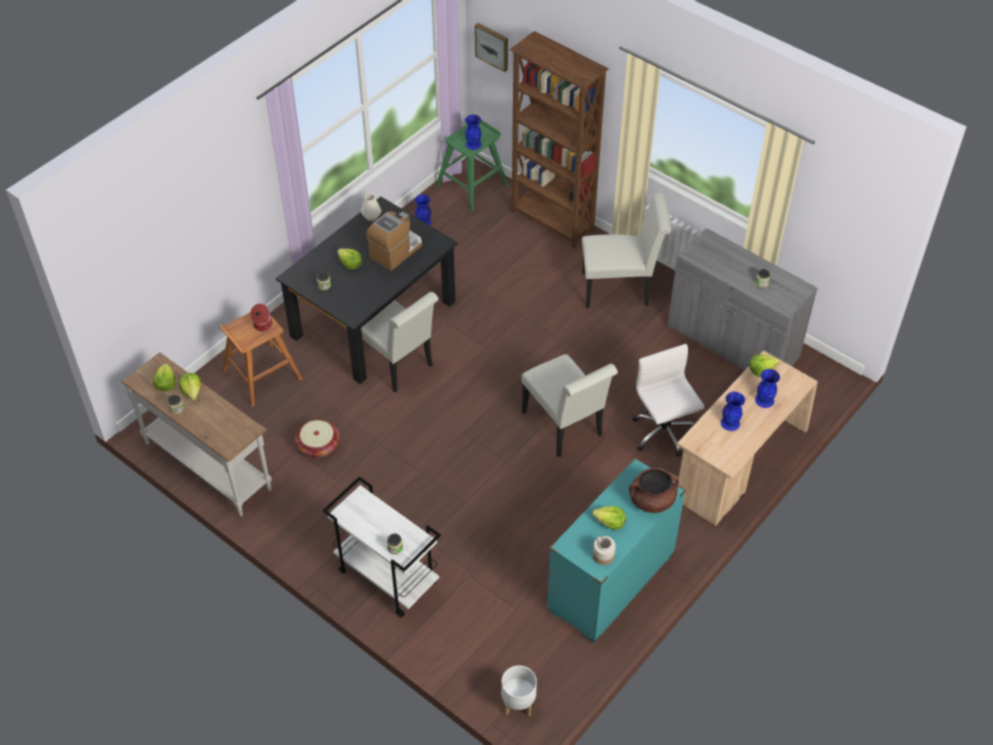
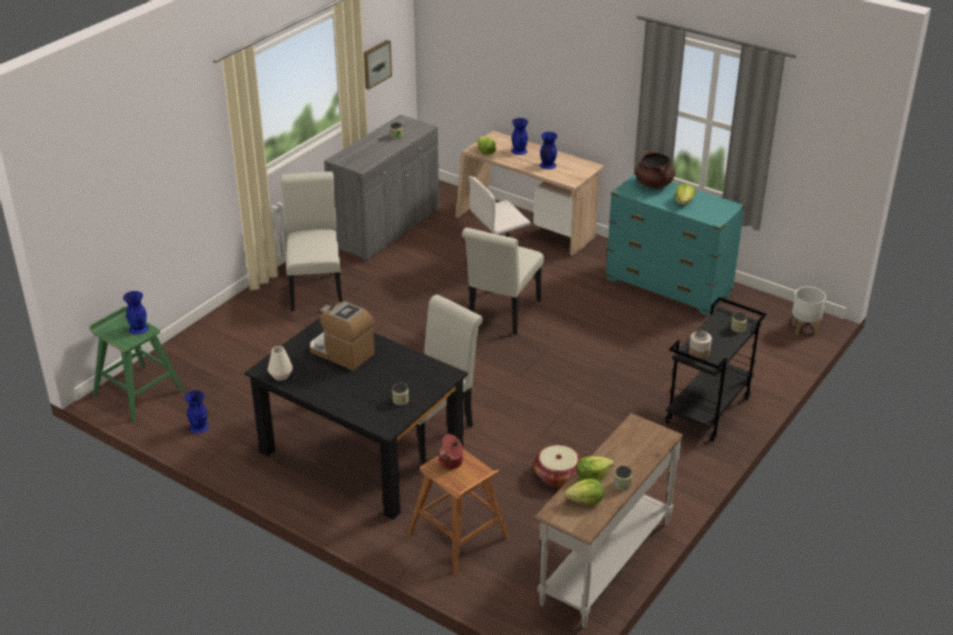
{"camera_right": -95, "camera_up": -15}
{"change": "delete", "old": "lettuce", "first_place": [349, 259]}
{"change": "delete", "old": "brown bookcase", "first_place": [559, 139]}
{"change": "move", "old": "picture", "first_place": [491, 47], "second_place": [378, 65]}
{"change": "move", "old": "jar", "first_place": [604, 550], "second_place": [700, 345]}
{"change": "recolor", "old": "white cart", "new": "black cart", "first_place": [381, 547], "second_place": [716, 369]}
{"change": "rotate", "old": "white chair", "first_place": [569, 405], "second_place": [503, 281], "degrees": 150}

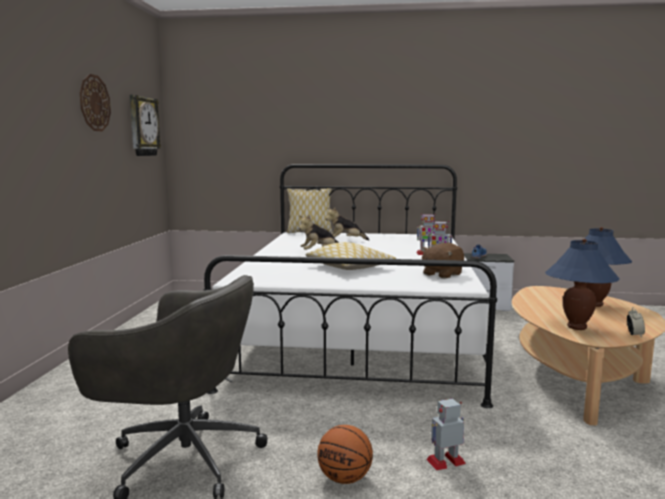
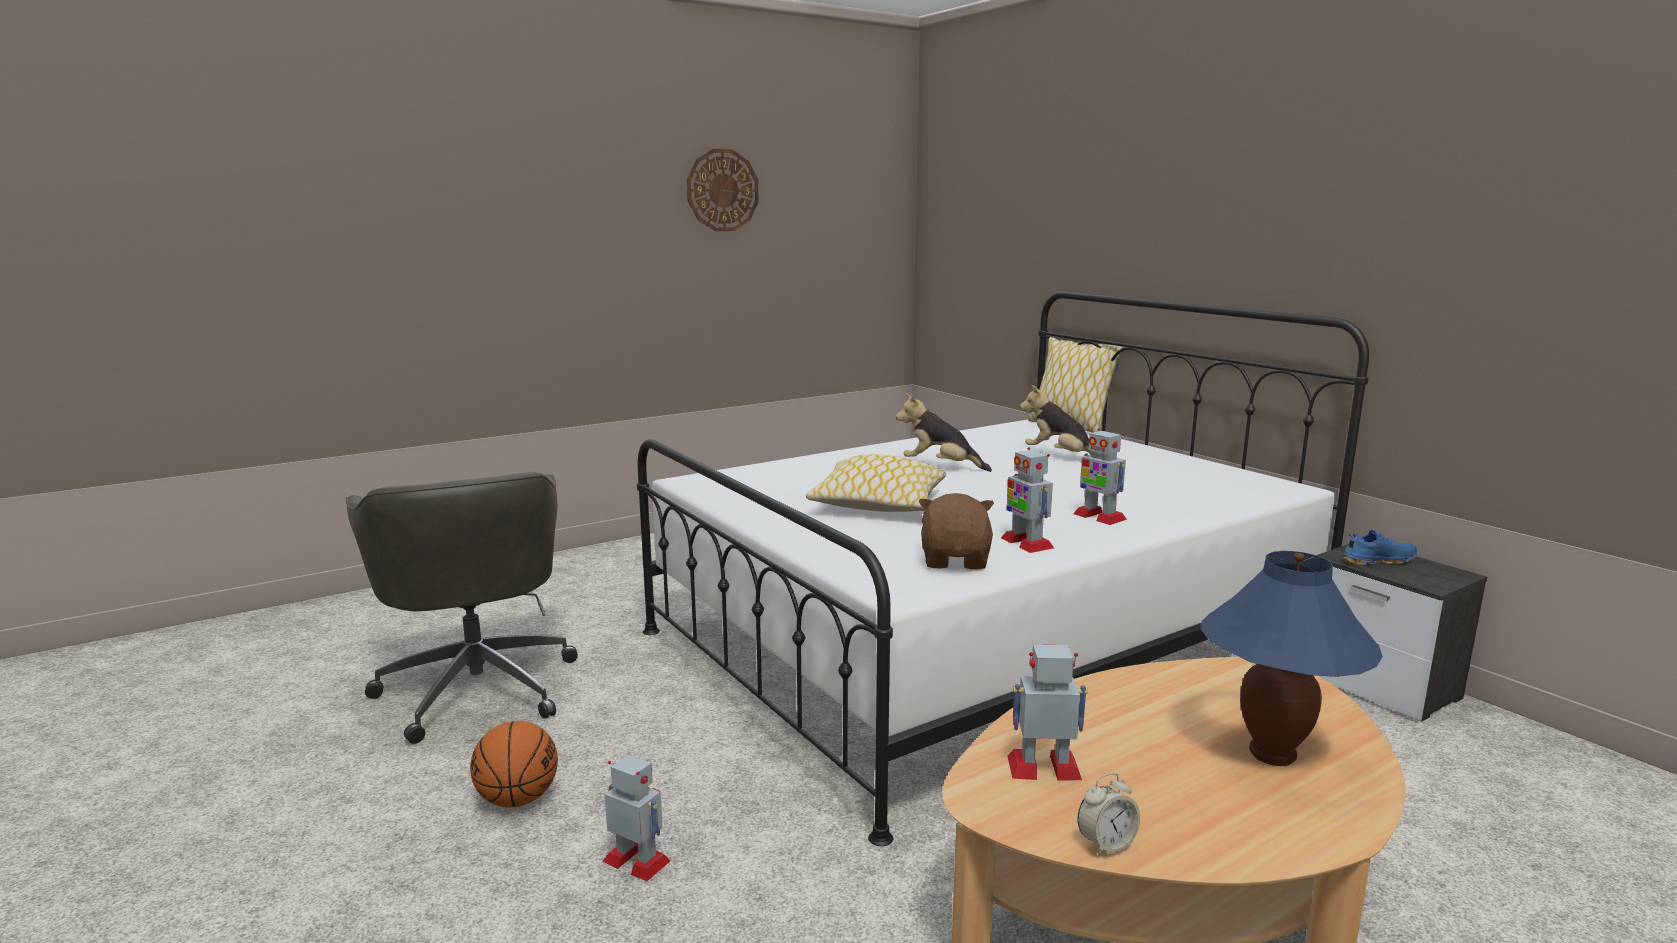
{"camera_right": 50, "camera_up": 5}
{"change": "delete", "old": "wall clock", "first_place": [145, 125]}
{"change": "replace", "old": "blue table lamp", "new": "toy robot", "first_place": [582, 284], "second_place": [1047, 712]}
{"change": "rotate", "old": "brown plush toy", "first_place": [442, 261], "second_place": [956, 531], "degrees": 90}

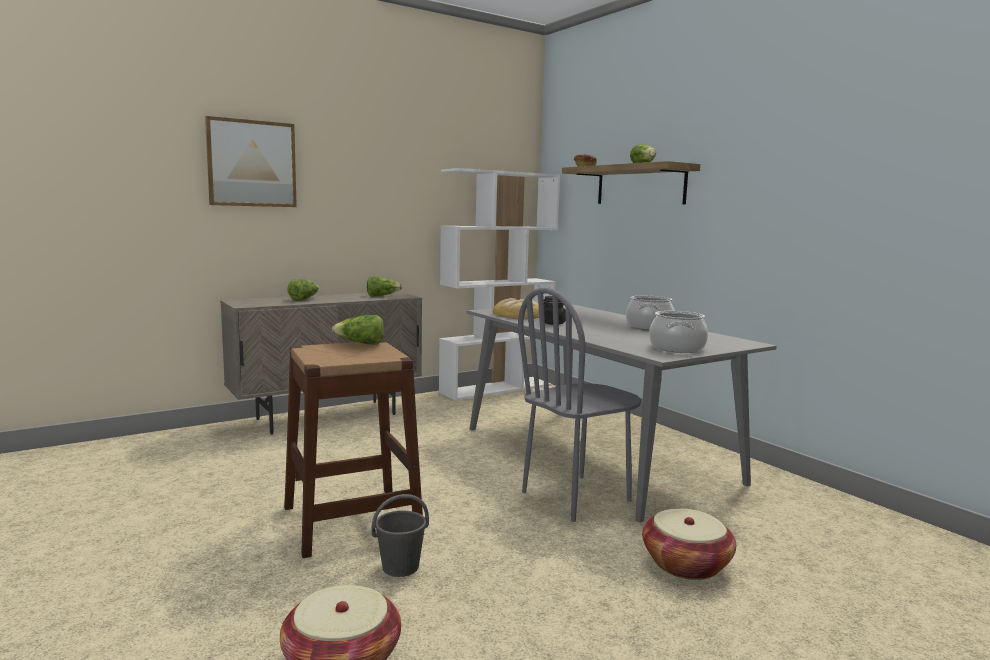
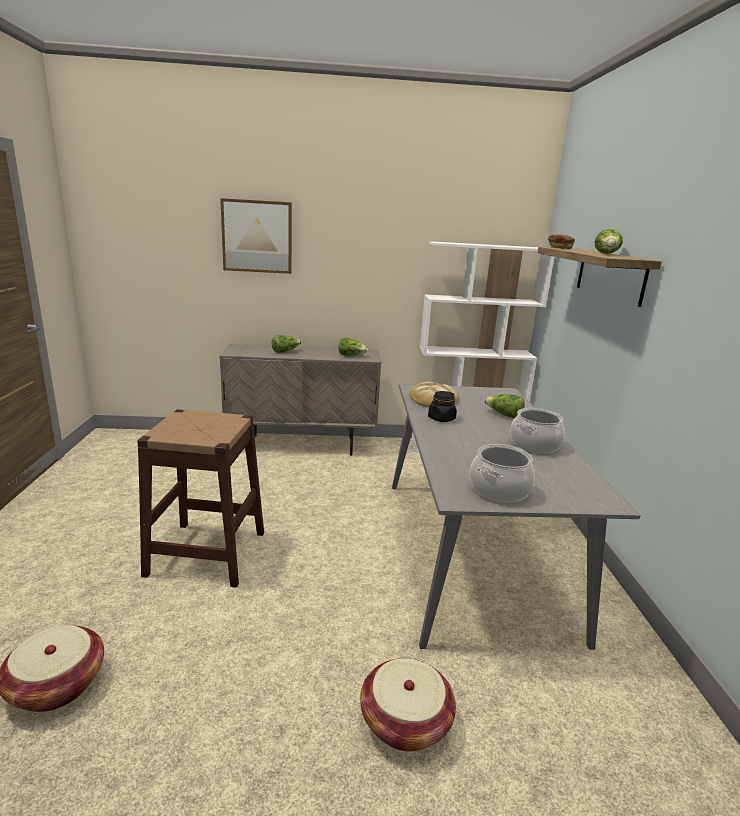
{"camera_right": 30, "camera_up": 10}
{"change": "delete", "old": "grey bucket", "first_place": [400, 535]}
{"change": "delete", "old": "grey chair", "first_place": [579, 405]}
{"change": "move", "old": "lettuce", "first_place": [358, 330], "second_place": [504, 406]}

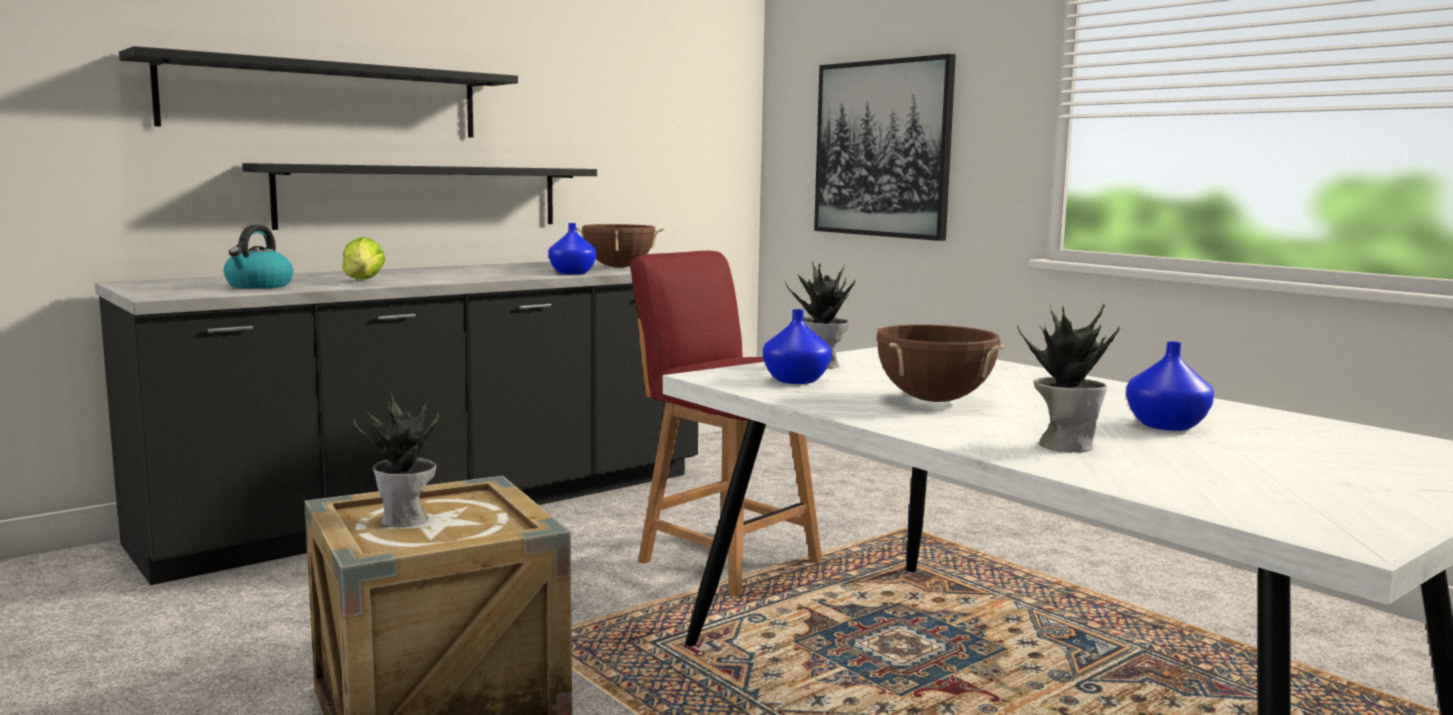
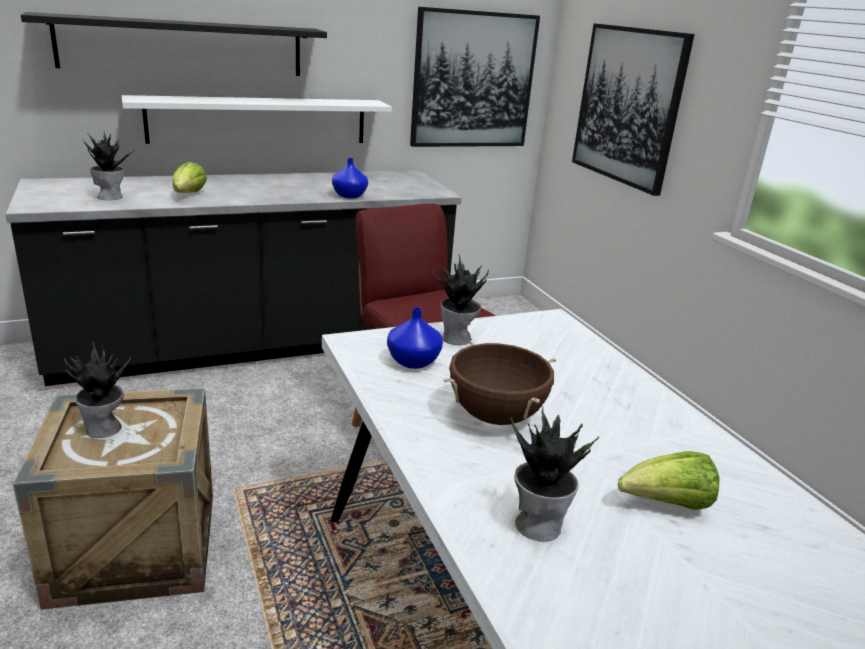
{"camera_right": 15, "camera_up": 15}
{"change": "delete", "old": "brown cooking pot", "first_place": [620, 246]}
{"change": "insert", "new": "picture", "second_place": [475, 77]}
{"change": "replace", "old": "kettle", "new": "potted plant", "first_place": [258, 257], "second_place": [108, 166]}
{"change": "replace", "old": "blue vase", "new": "lettuce", "first_place": [1170, 386], "second_place": [668, 480]}
{"change": "recolor", "old": "black shelf", "new": "white shelf", "first_place": [419, 196], "second_place": [257, 119]}

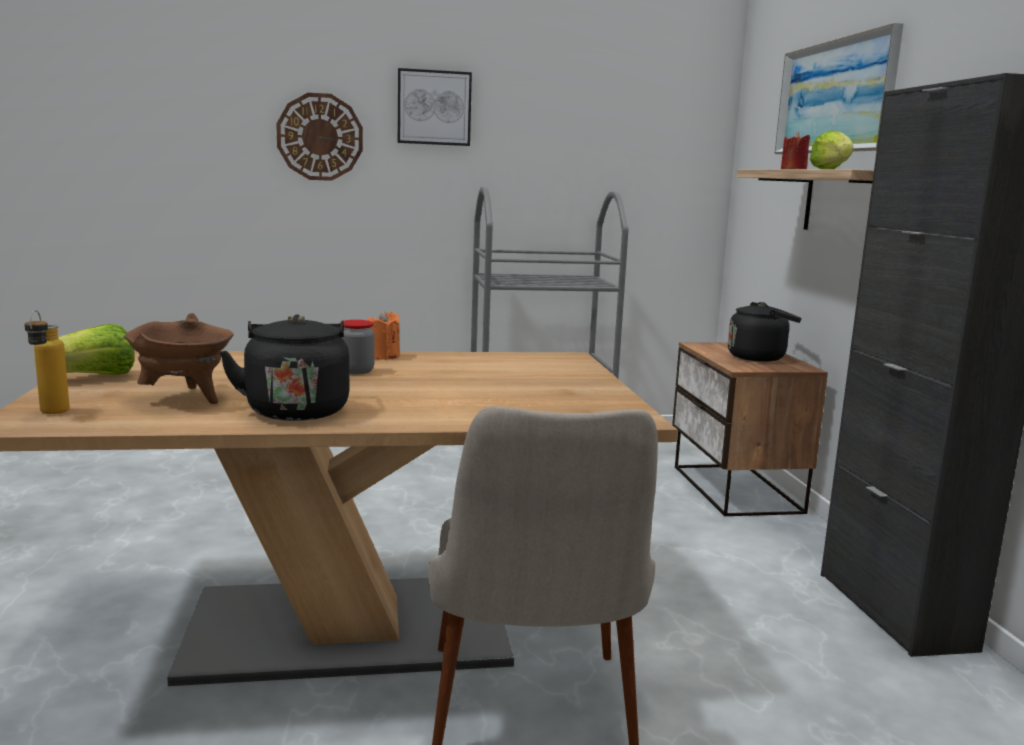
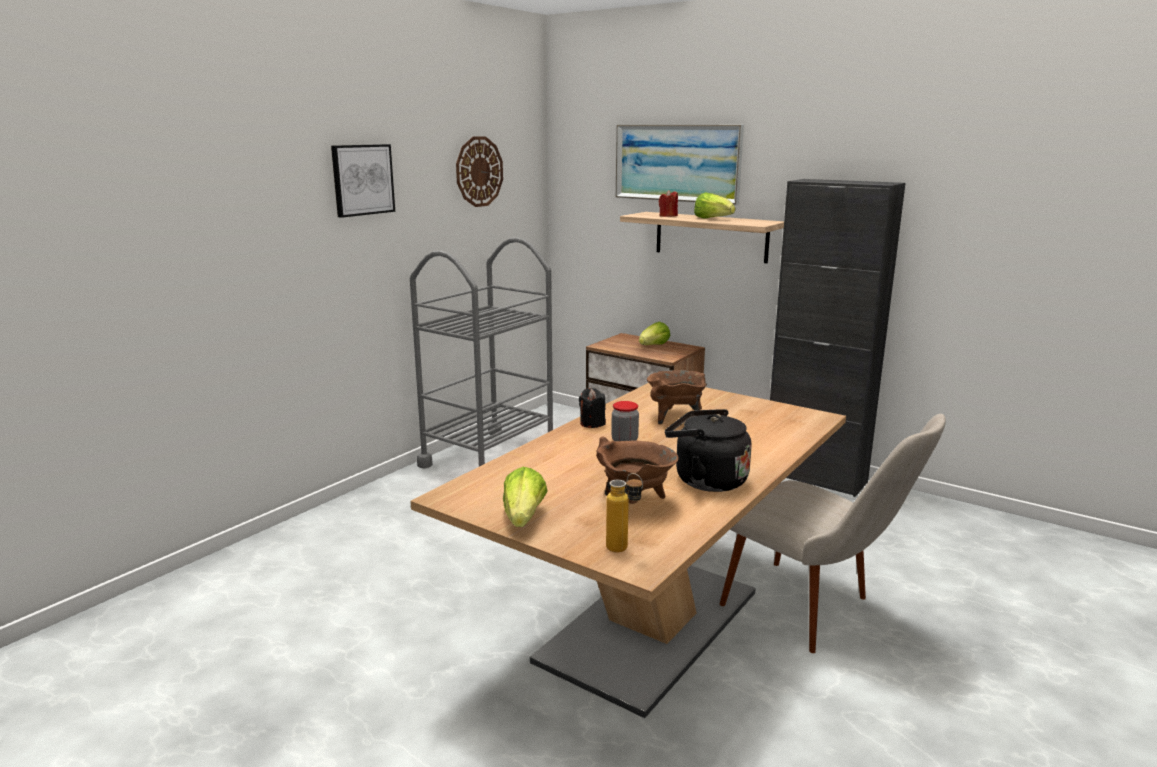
{"camera_right": -45, "camera_up": 5}
{"change": "insert", "new": "brown cooking pot", "second_place": [677, 397]}
{"change": "move", "old": "wall clock", "first_place": [319, 137], "second_place": [479, 171]}
{"change": "replace", "old": "black kettle", "new": "lettuce", "first_place": [765, 332], "second_place": [654, 333]}
{"change": "recolor", "old": "orange candle", "new": "black candle", "first_place": [384, 335], "second_place": [592, 408]}

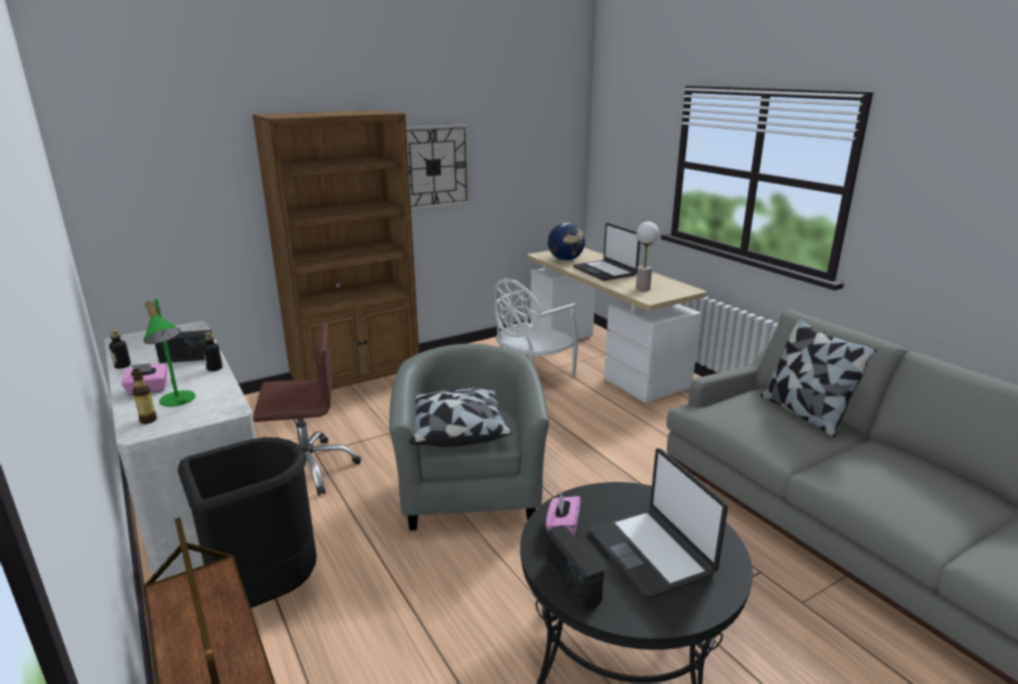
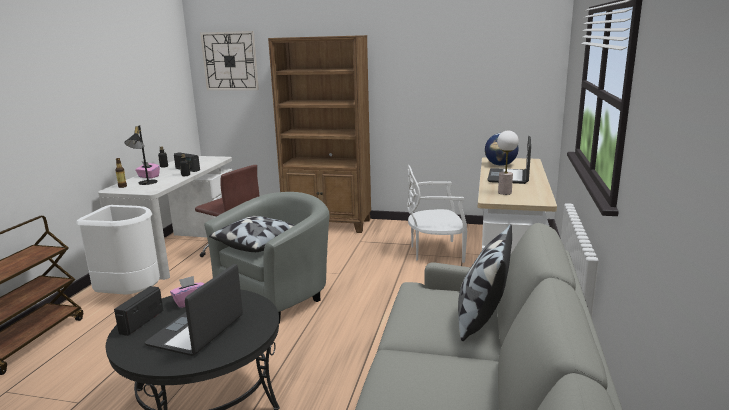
{"camera_right": 45, "camera_up": -5}
{"change": "move", "old": "wall clock", "first_place": [438, 167], "second_place": [229, 60]}
{"change": "recolor", "old": "green table lamp", "new": "black table lamp", "first_place": [170, 353], "second_place": [141, 155]}
{"change": "recolor", "old": "black trash can", "new": "white trash can", "first_place": [247, 522], "second_place": [118, 250]}

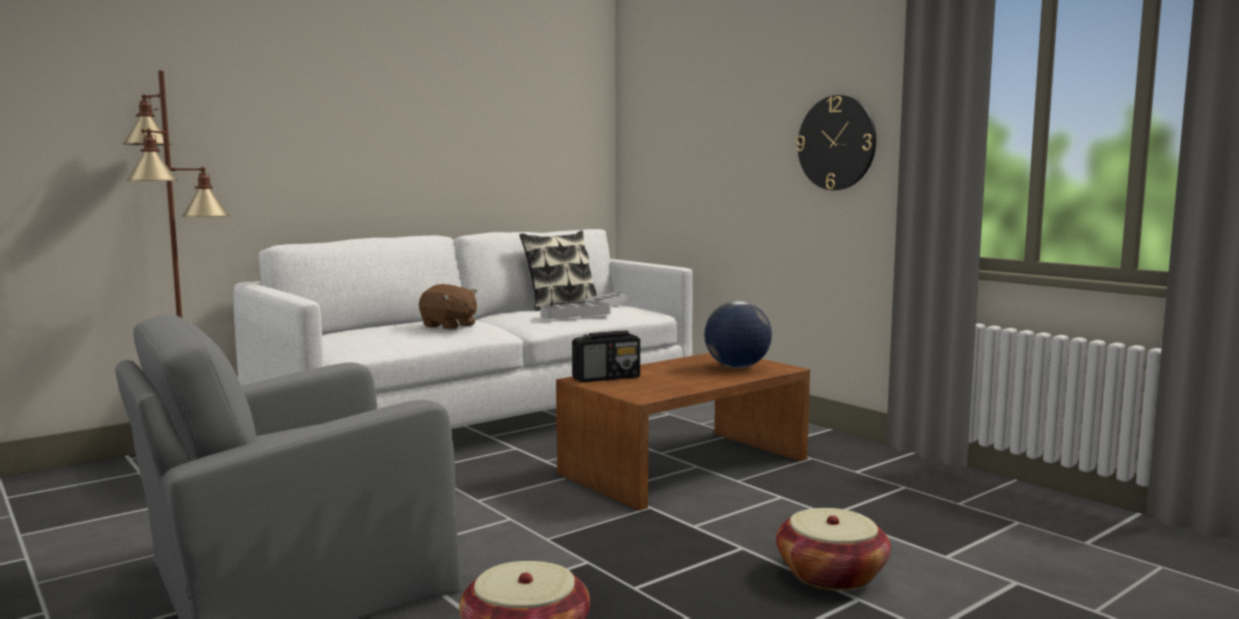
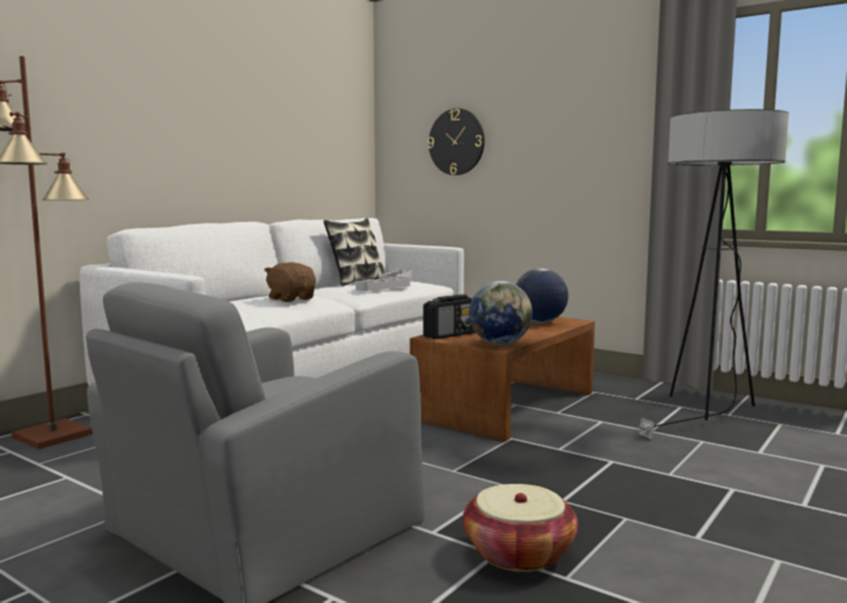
{"camera_right": -15, "camera_up": 0}
{"change": "delete", "old": "basket", "first_place": [833, 549]}
{"change": "insert", "new": "globe", "second_place": [501, 313]}
{"change": "insert", "new": "floor lamp", "second_place": [712, 274]}
{"change": "move", "old": "wall clock", "first_place": [836, 142], "second_place": [456, 141]}
{"change": "rotate", "old": "brown plush toy", "first_place": [448, 307], "second_place": [290, 282], "degrees": -150}

